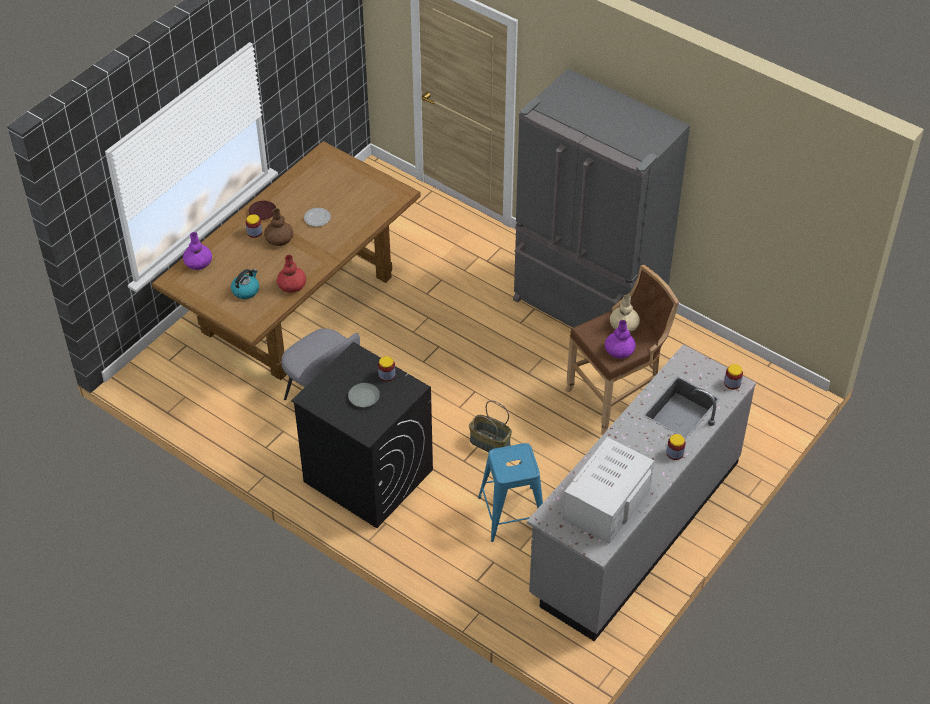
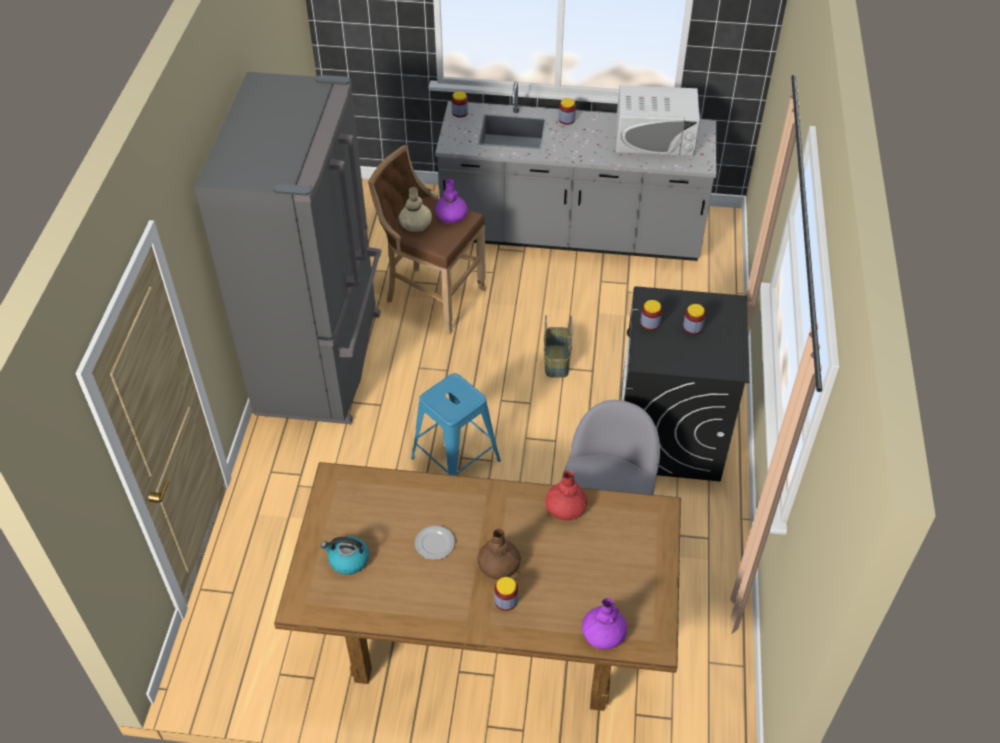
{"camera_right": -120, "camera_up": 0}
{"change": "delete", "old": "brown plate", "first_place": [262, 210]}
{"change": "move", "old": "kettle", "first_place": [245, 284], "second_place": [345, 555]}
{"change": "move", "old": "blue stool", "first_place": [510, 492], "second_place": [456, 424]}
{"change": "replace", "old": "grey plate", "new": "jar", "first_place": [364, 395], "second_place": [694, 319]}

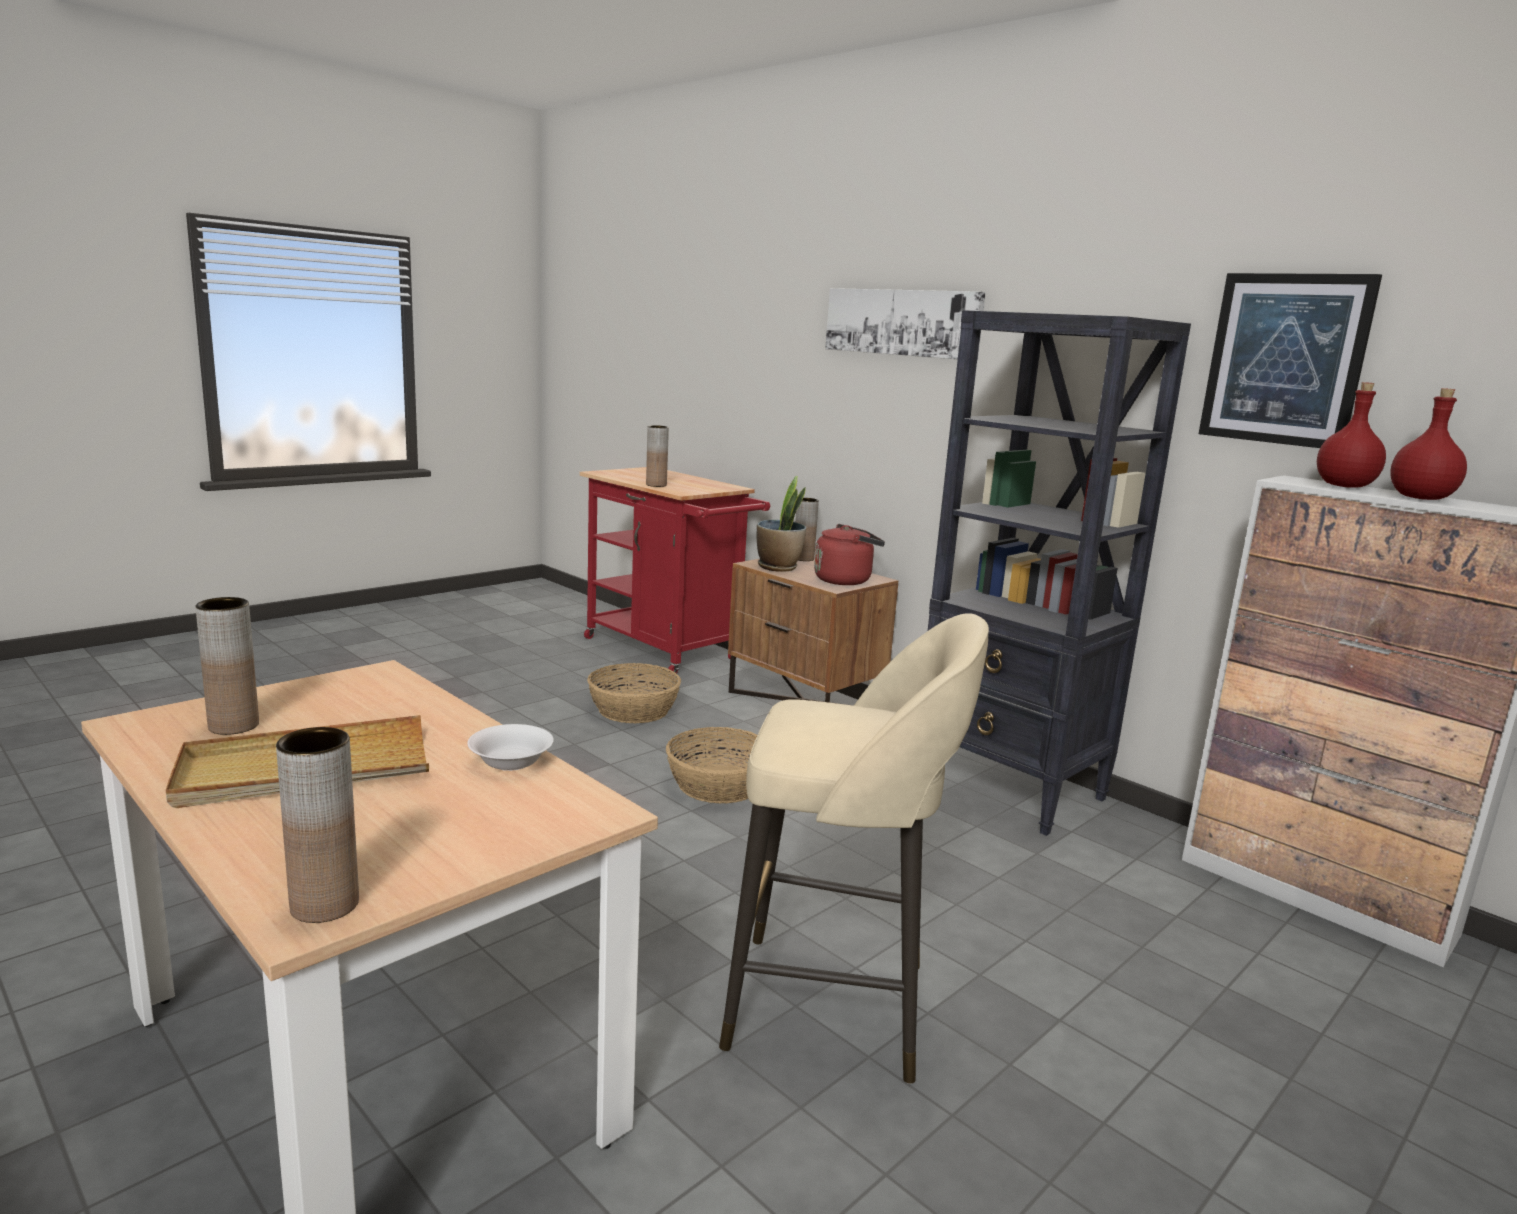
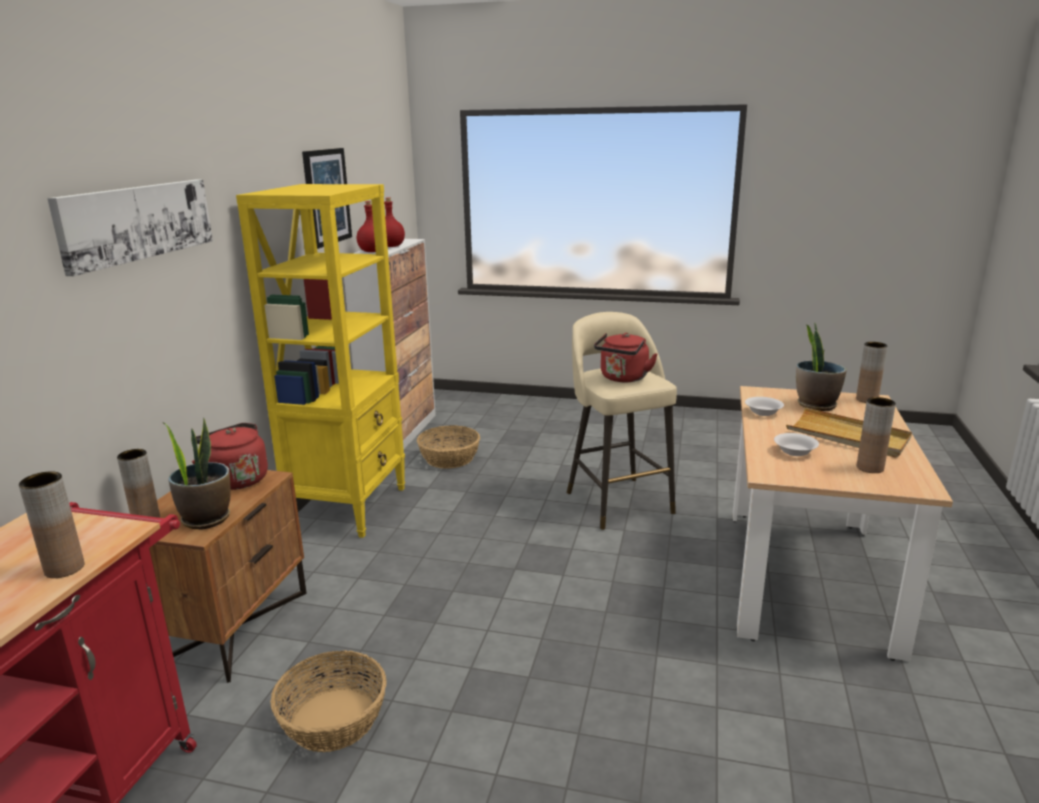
{"camera_right": -120, "camera_up": 5}
{"change": "insert", "new": "red kettle", "second_place": [626, 357]}
{"change": "insert", "new": "white bowl", "second_place": [796, 444]}
{"change": "insert", "new": "potted plant", "second_place": [821, 367]}
{"change": "move", "old": "basket", "first_place": [711, 765], "second_place": [448, 447]}
{"change": "recolor", "old": "black bookcase", "new": "yellow bookcase", "first_place": [1059, 573], "second_place": [320, 361]}

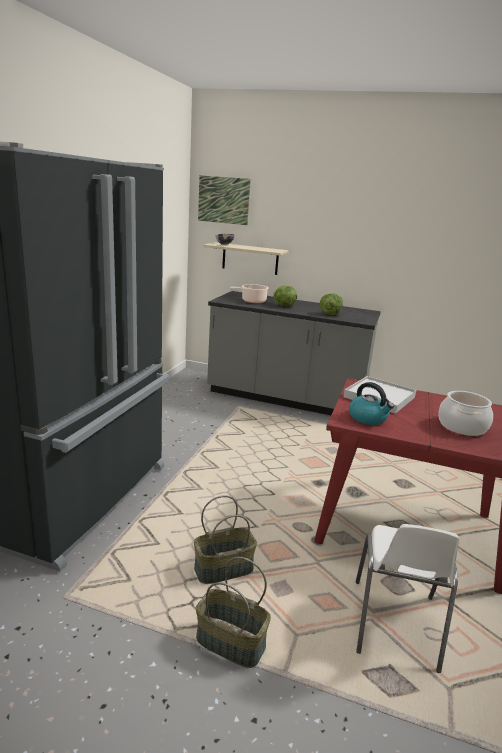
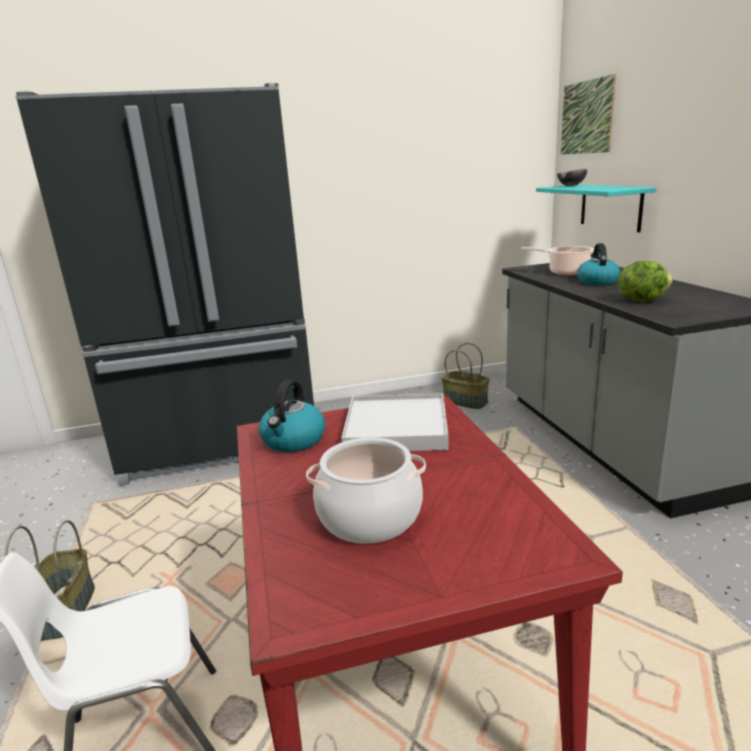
{"camera_right": 60, "camera_up": 0}
{"change": "move", "old": "basket", "first_place": [225, 539], "second_place": [465, 376]}
{"change": "replace", "old": "lettuce", "new": "kettle", "first_place": [285, 296], "second_place": [598, 264]}
{"change": "recolor", "old": "beige shelf", "new": "turquoise shelf", "first_place": [246, 258], "second_place": [596, 208]}

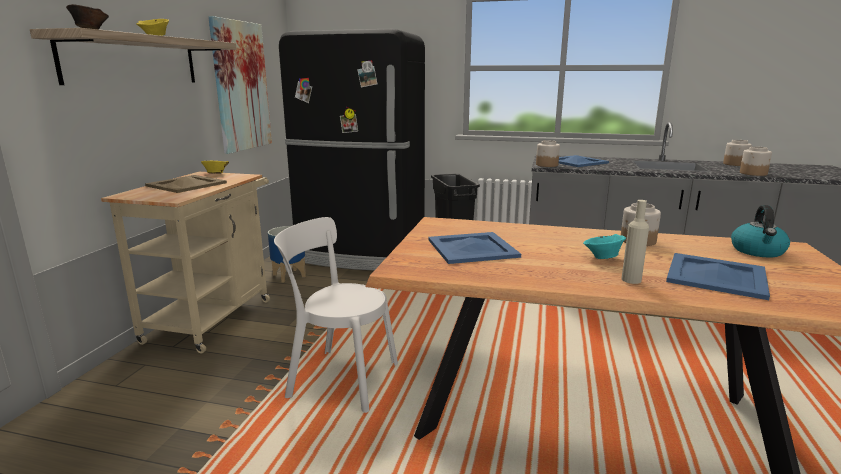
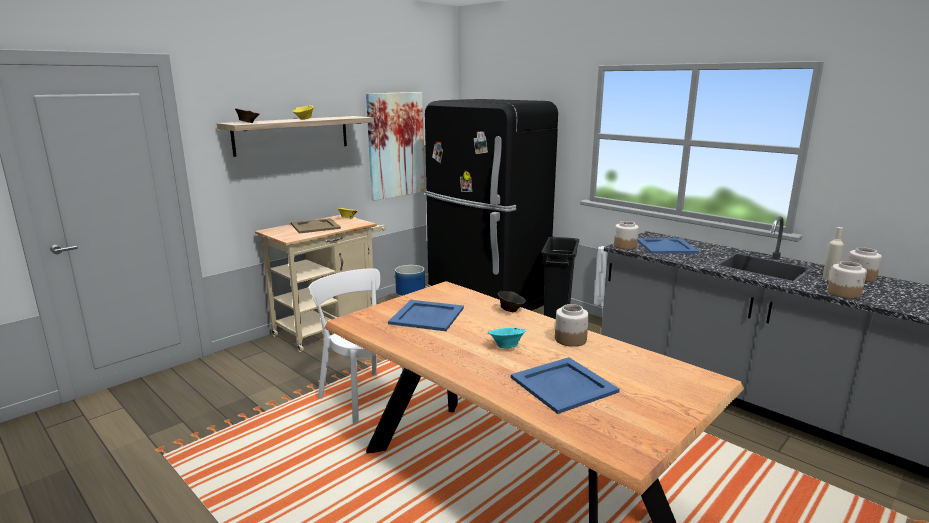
{"camera_right": 30, "camera_up": 0}
{"change": "delete", "old": "kettle", "first_place": [760, 231]}
{"change": "insert", "new": "brown bowl", "second_place": [512, 301]}
{"change": "move", "old": "beige bottle", "first_place": [635, 242], "second_place": [833, 253]}

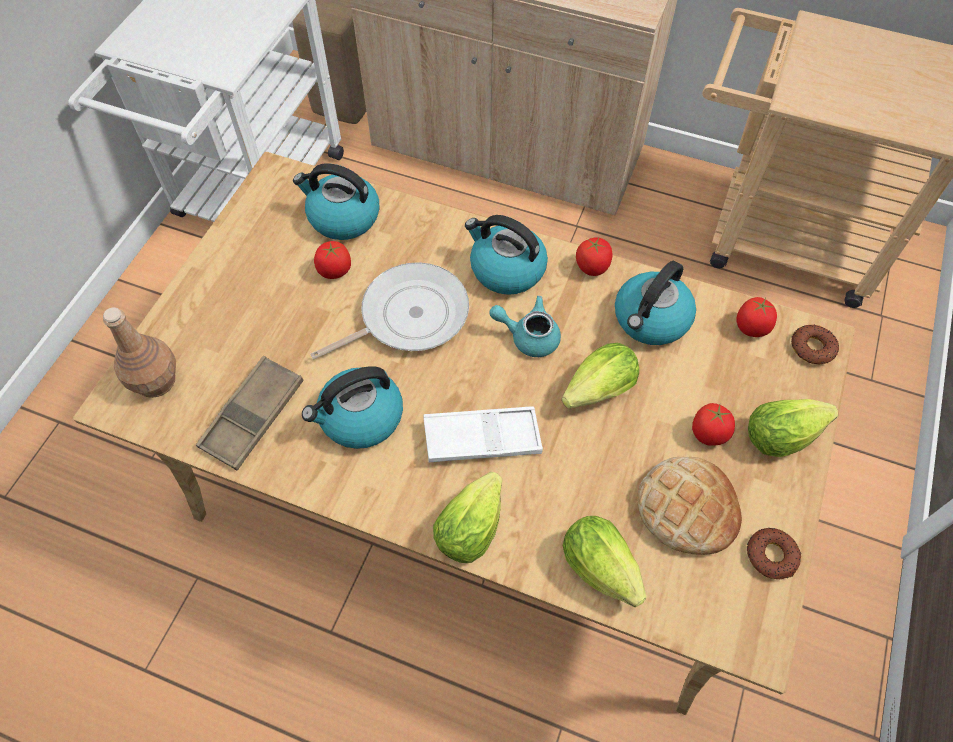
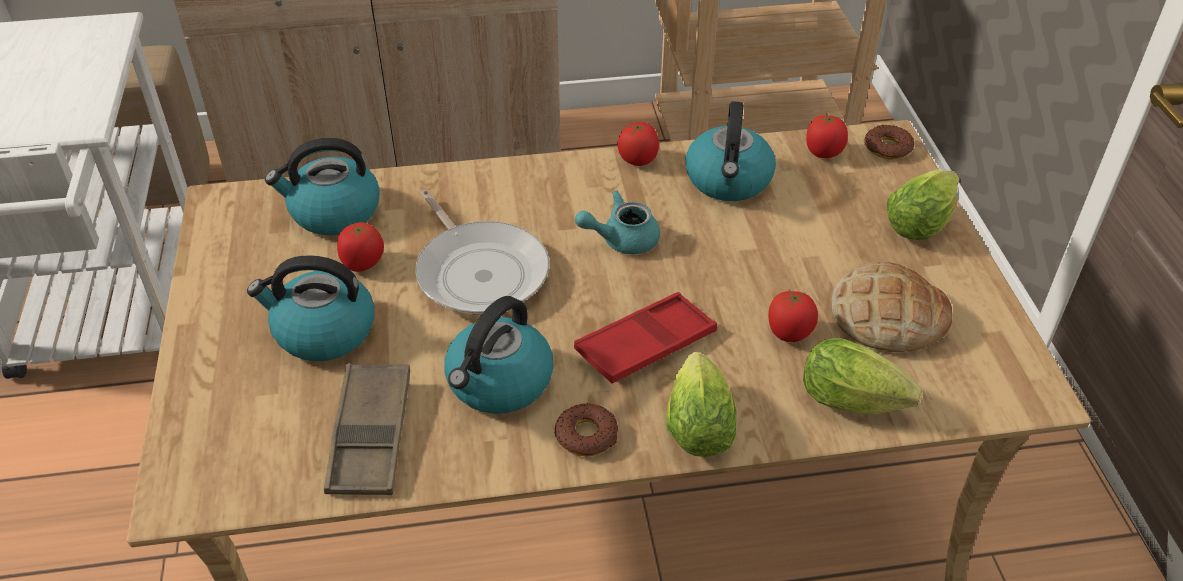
{"camera_right": -30, "camera_up": -15}
{"change": "delete", "old": "brown bottle", "first_place": [139, 352]}
{"change": "delete", "old": "lettuce", "first_place": [600, 376]}
{"change": "move", "old": "kettle", "first_place": [506, 255], "second_place": [311, 308]}
{"change": "move", "old": "tomato", "first_place": [713, 424], "second_place": [793, 315]}
{"change": "move", "old": "donut", "first_place": [774, 553], "second_place": [586, 429]}
{"change": "recolor", "old": "white tray", "new": "red tray", "first_place": [483, 434], "second_place": [645, 338]}
{"change": "rotate", "old": "frying pan", "first_place": [389, 311], "second_place": [482, 252], "degrees": 120}

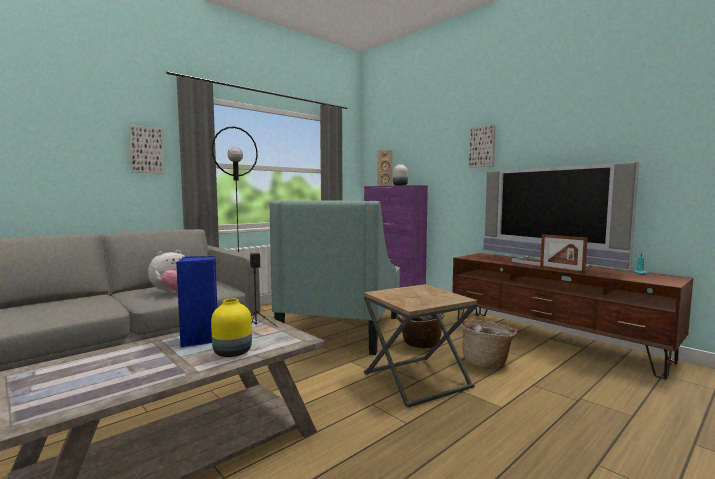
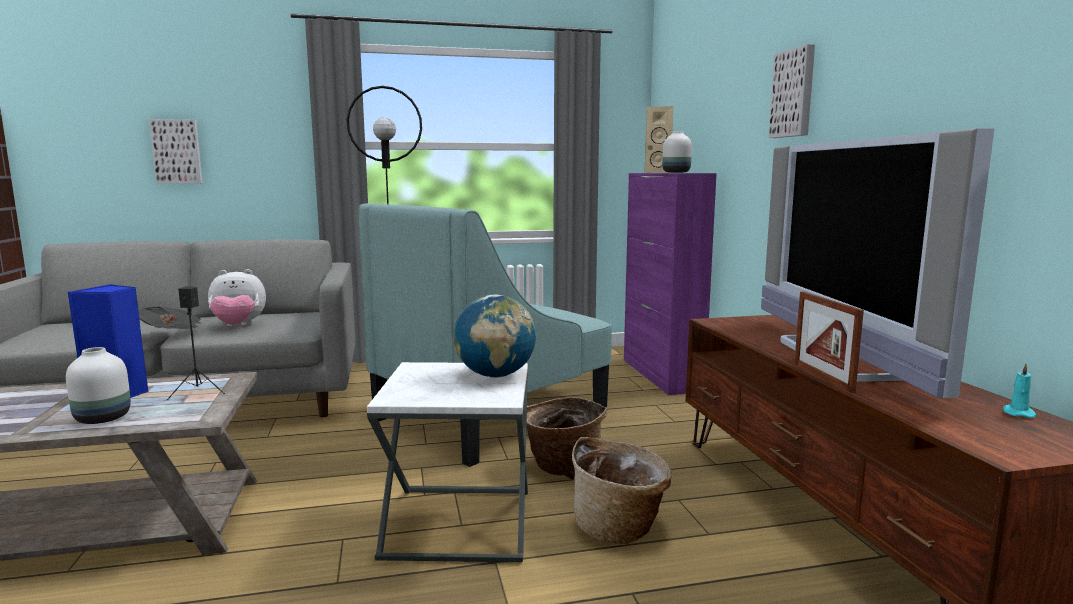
{"camera_right": 30, "camera_up": 5}
{"change": "insert", "new": "newspaper", "second_place": [169, 318]}
{"change": "insert", "new": "globe", "second_place": [495, 336]}
{"change": "move", "old": "picture", "first_place": [146, 149], "second_place": [176, 151]}
{"change": "recolor", "old": "yellow vase", "new": "white vase", "first_place": [231, 327], "second_place": [98, 385]}
{"change": "recolor", "old": "brown side table", "new": "white side table", "first_place": [420, 346], "second_place": [447, 462]}

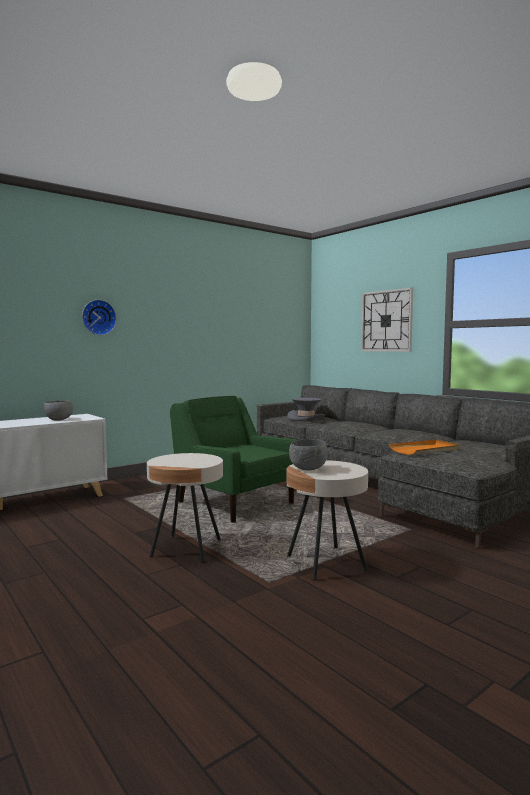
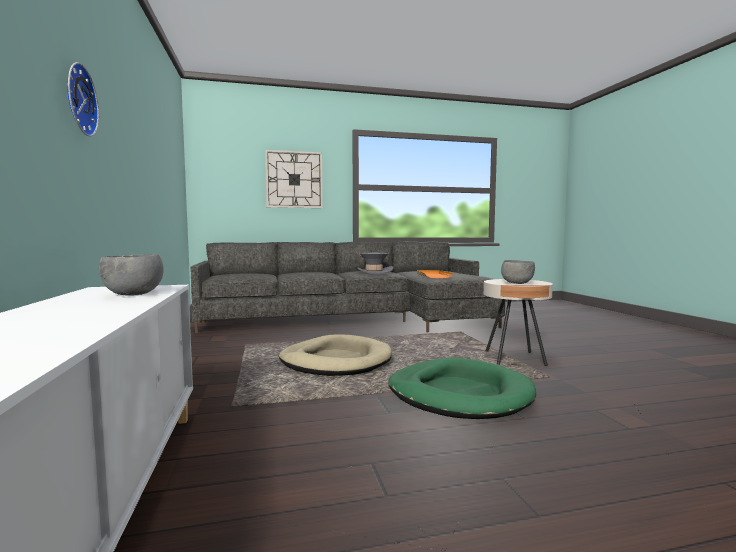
{"camera_right": -65, "camera_up": 0}
{"change": "move", "old": "grey hat", "first_place": [306, 409], "second_place": [374, 263]}
{"change": "replace", "old": "beige side table", "new": "green dog bed", "first_place": [185, 507], "second_place": [462, 388]}
{"change": "replace", "old": "green armchair", "new": "beige dog bed", "first_place": [233, 459], "second_place": [335, 355]}

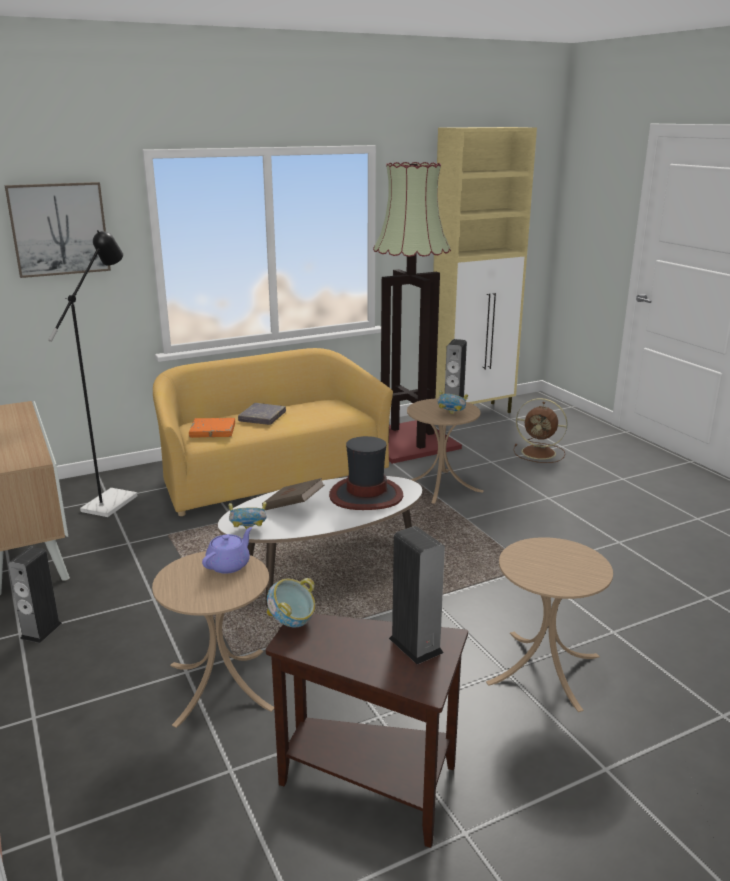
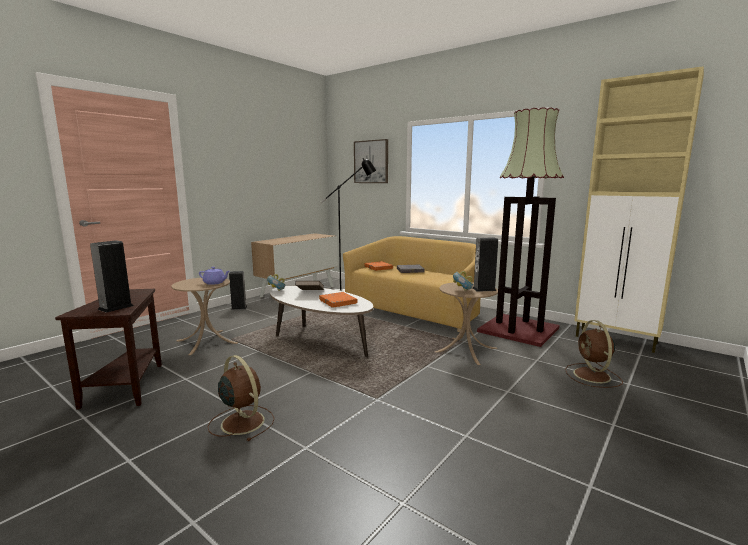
{"camera_right": 65, "camera_up": -10}
{"change": "delete", "old": "bowl", "first_place": [291, 602]}
{"change": "replace", "old": "hat", "new": "orange book", "first_place": [366, 473], "second_place": [338, 300]}
{"change": "replace", "old": "beige side table", "new": "brown fan", "first_place": [549, 624], "second_place": [241, 398]}

